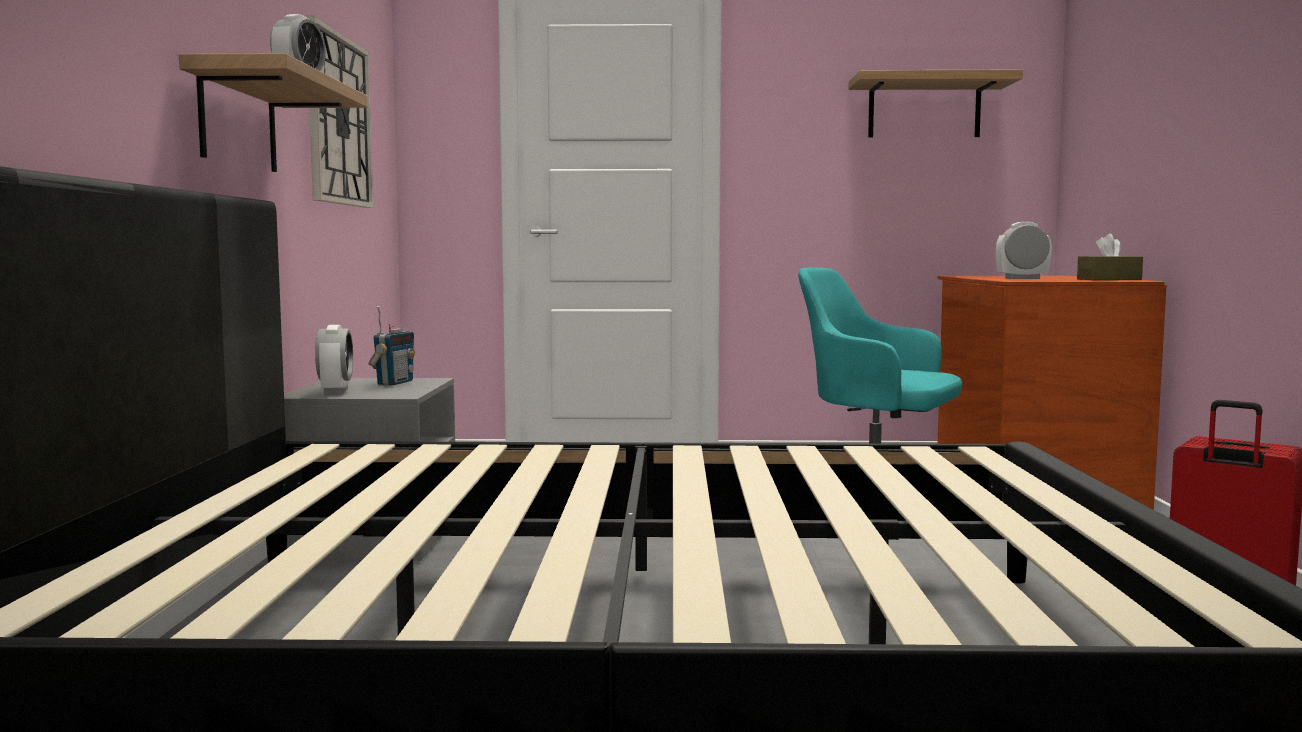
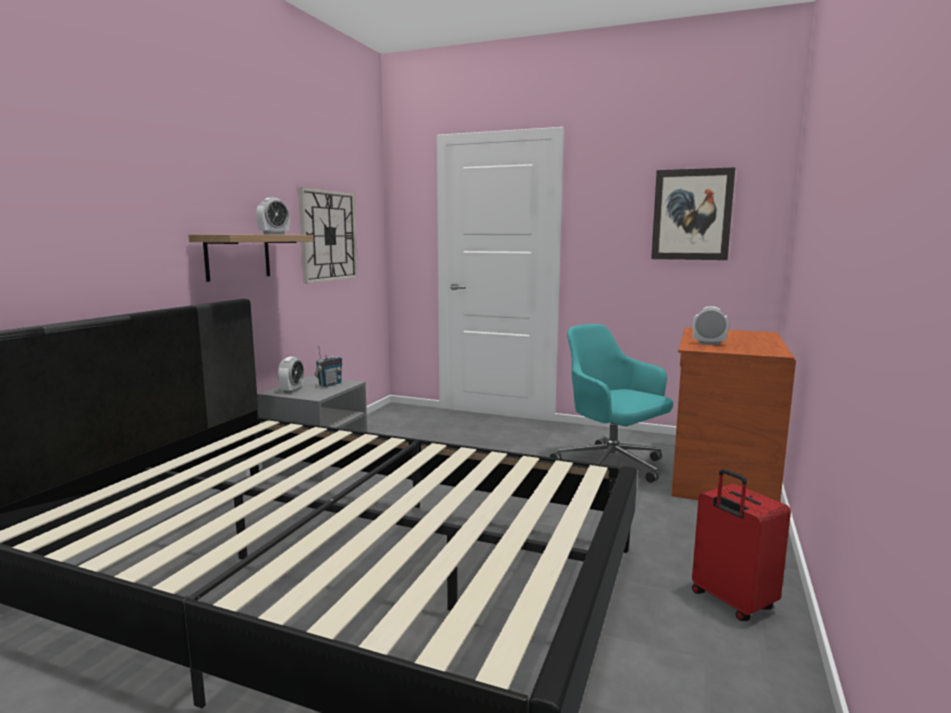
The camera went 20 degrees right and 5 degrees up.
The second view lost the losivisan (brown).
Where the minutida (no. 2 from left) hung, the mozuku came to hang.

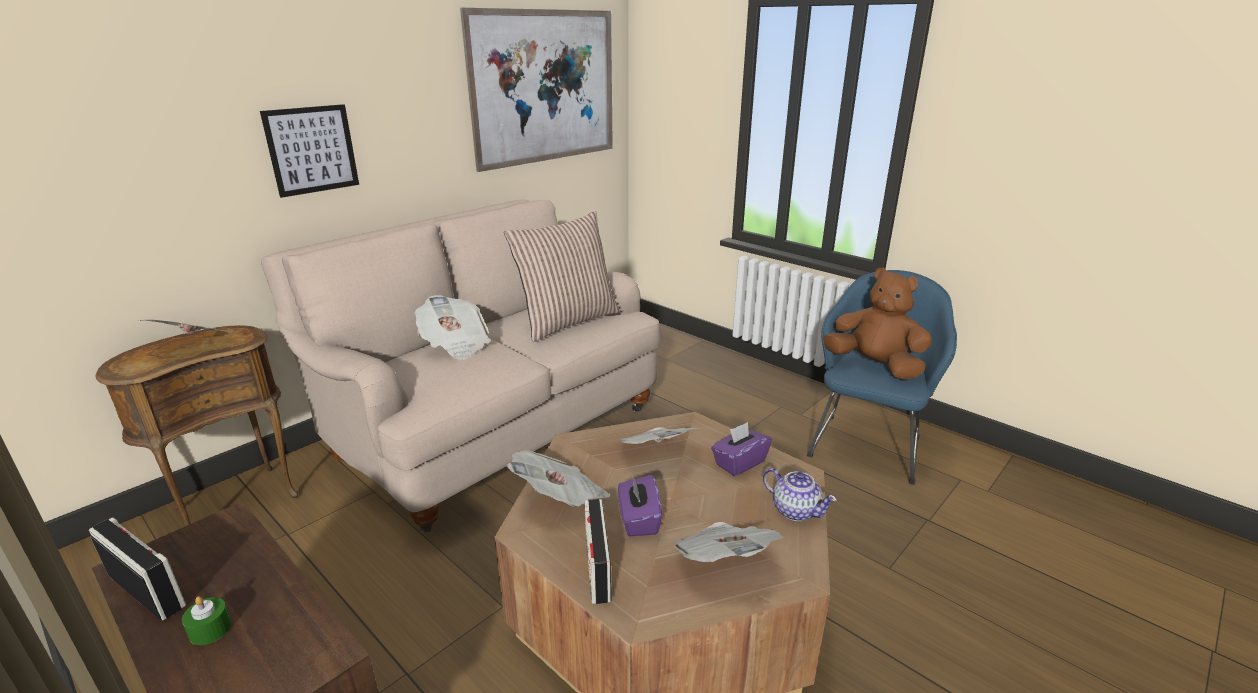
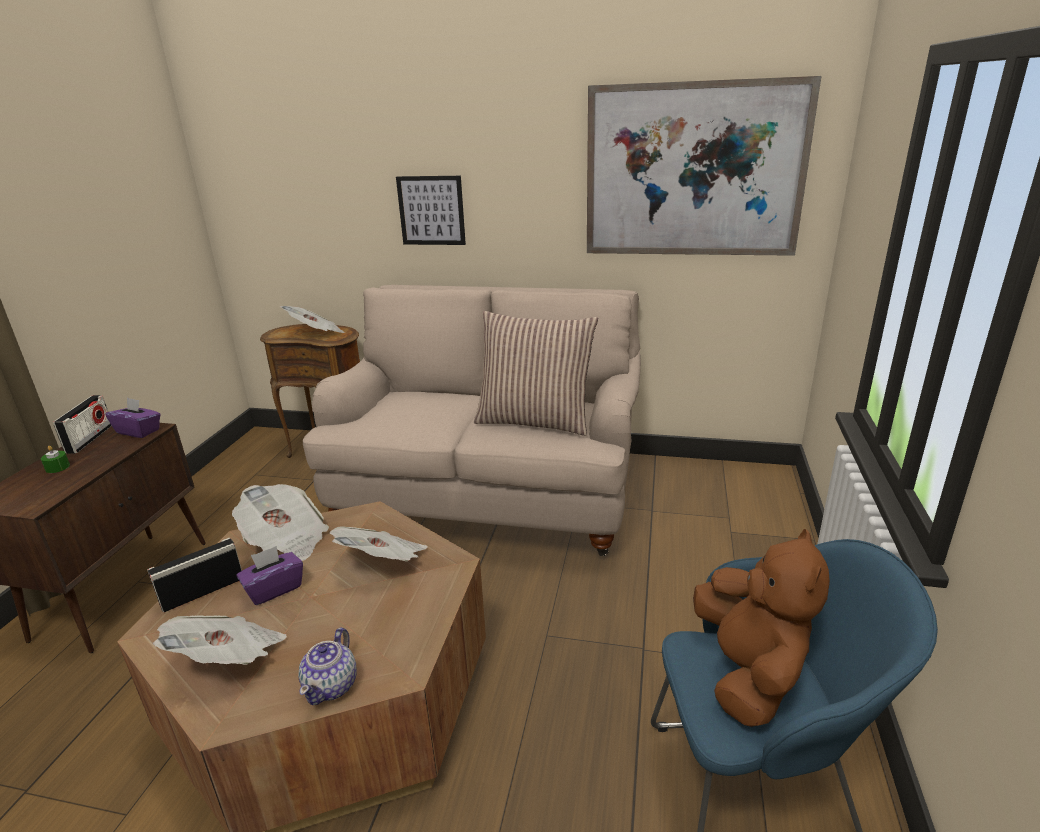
The camera went 60 degrees right and 0 degrees up.
The second view lost the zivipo (no. 2 from left).
The losivisan (purple) (no. 2 from left in the first image) ended up elsewhere.

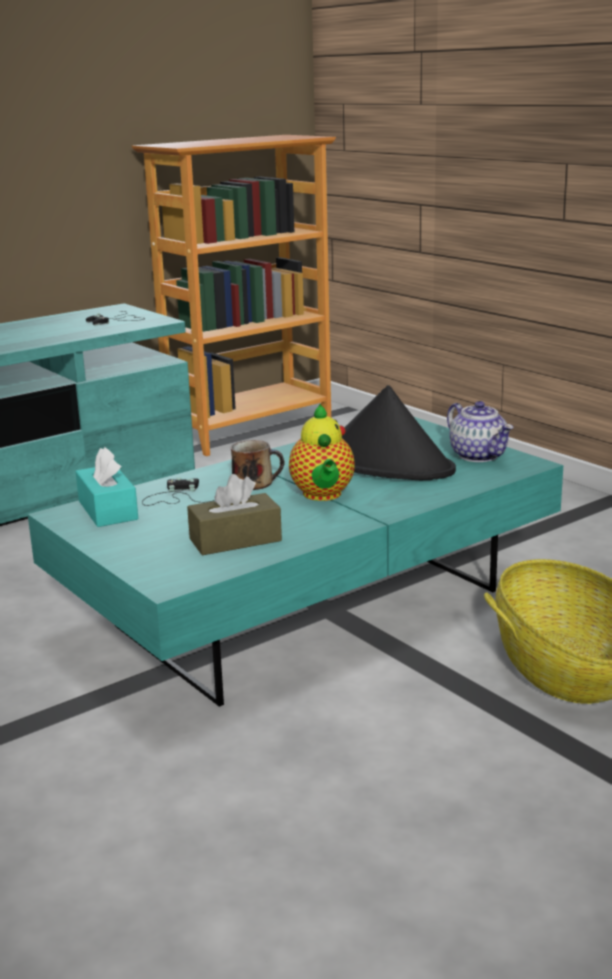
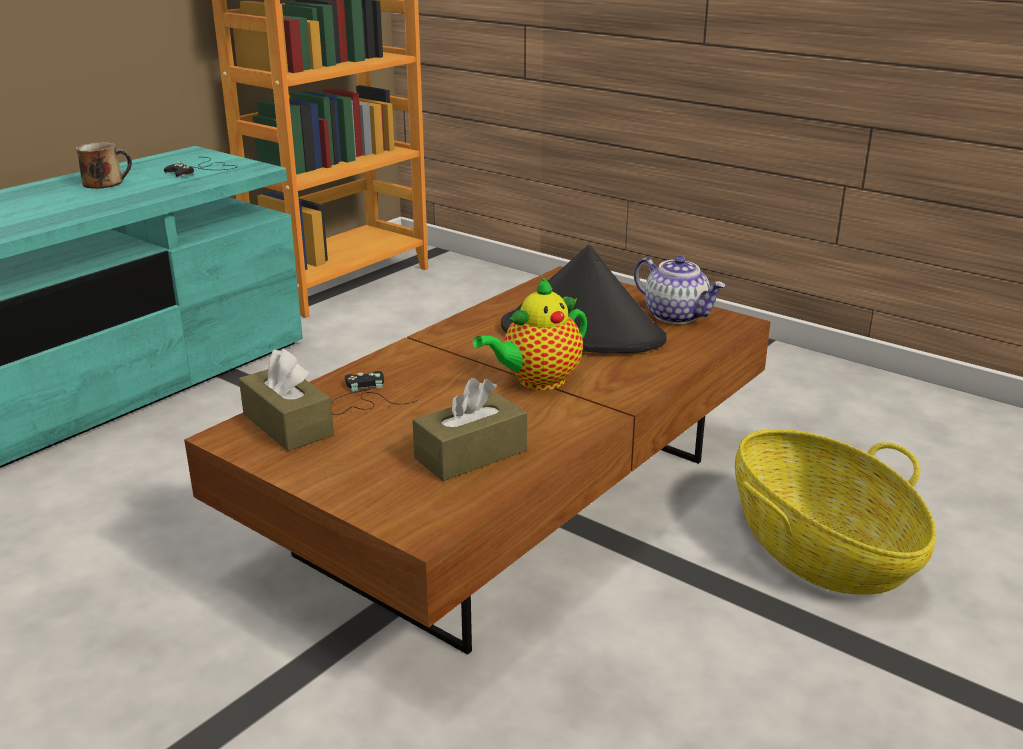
The camera went 15 degrees left and 5 degrees up.
The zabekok ended up elsewhere.
What was the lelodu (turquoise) turned into the lelodu (brown).
What was the losivisan (turquoise) turned into the losivisan (brown) (no. 1 from left).
The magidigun (no. 1 from left) ended up facing another way, 75 degrees clockwise from before.

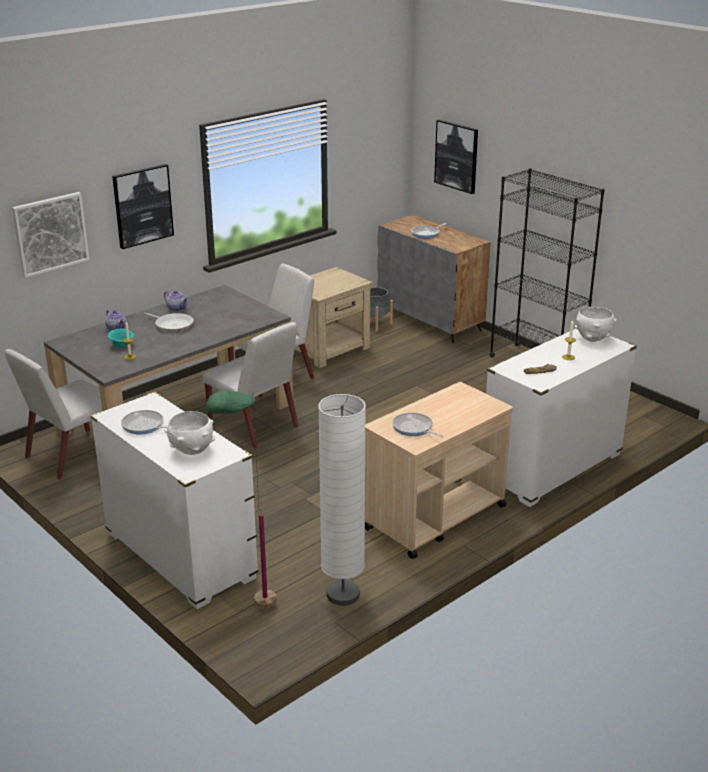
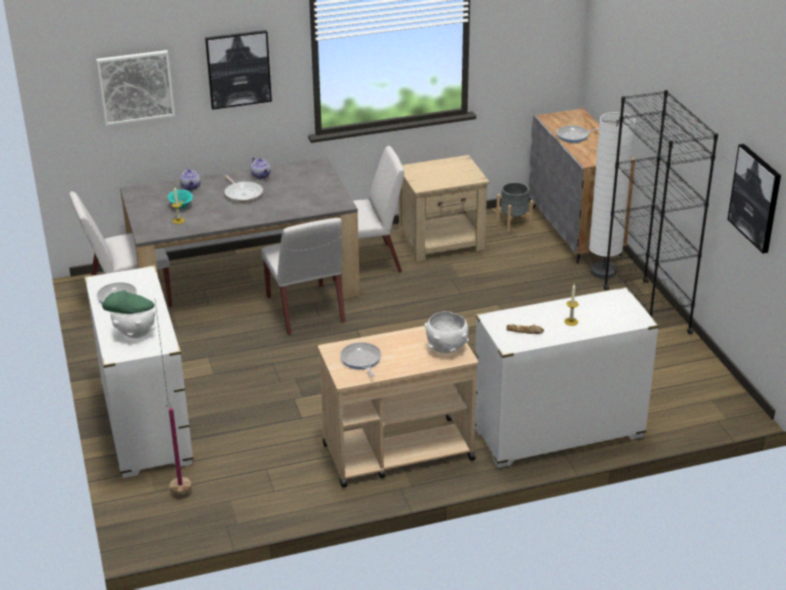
The camera went 25 degrees right and 5 degrees up.
The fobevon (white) ended up elsewhere.
The mozuku (no. 3 from left) ended up elsewhere.
The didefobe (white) (no. 2 from left) ended up elsewhere.

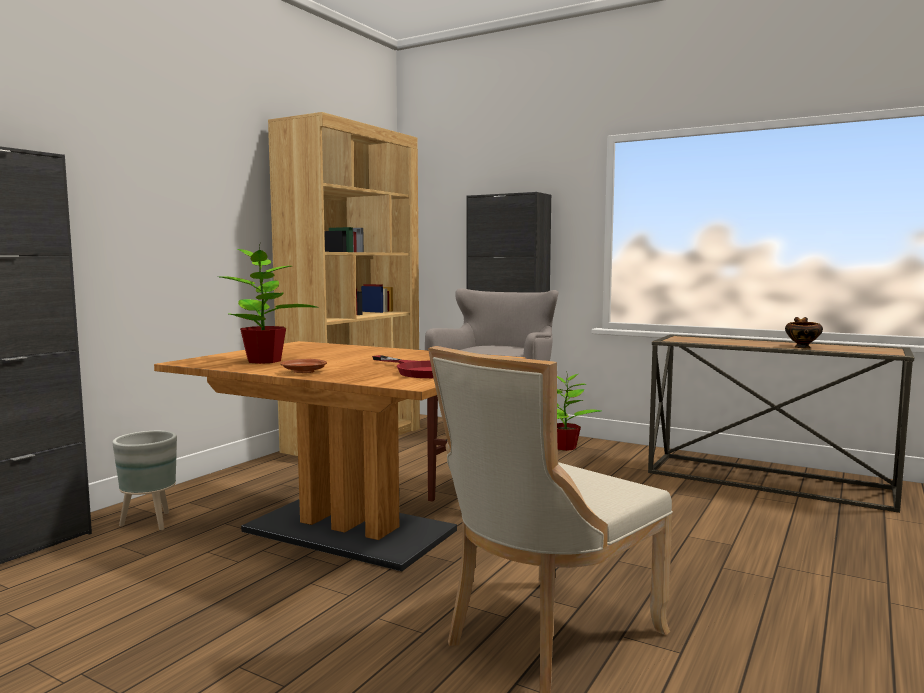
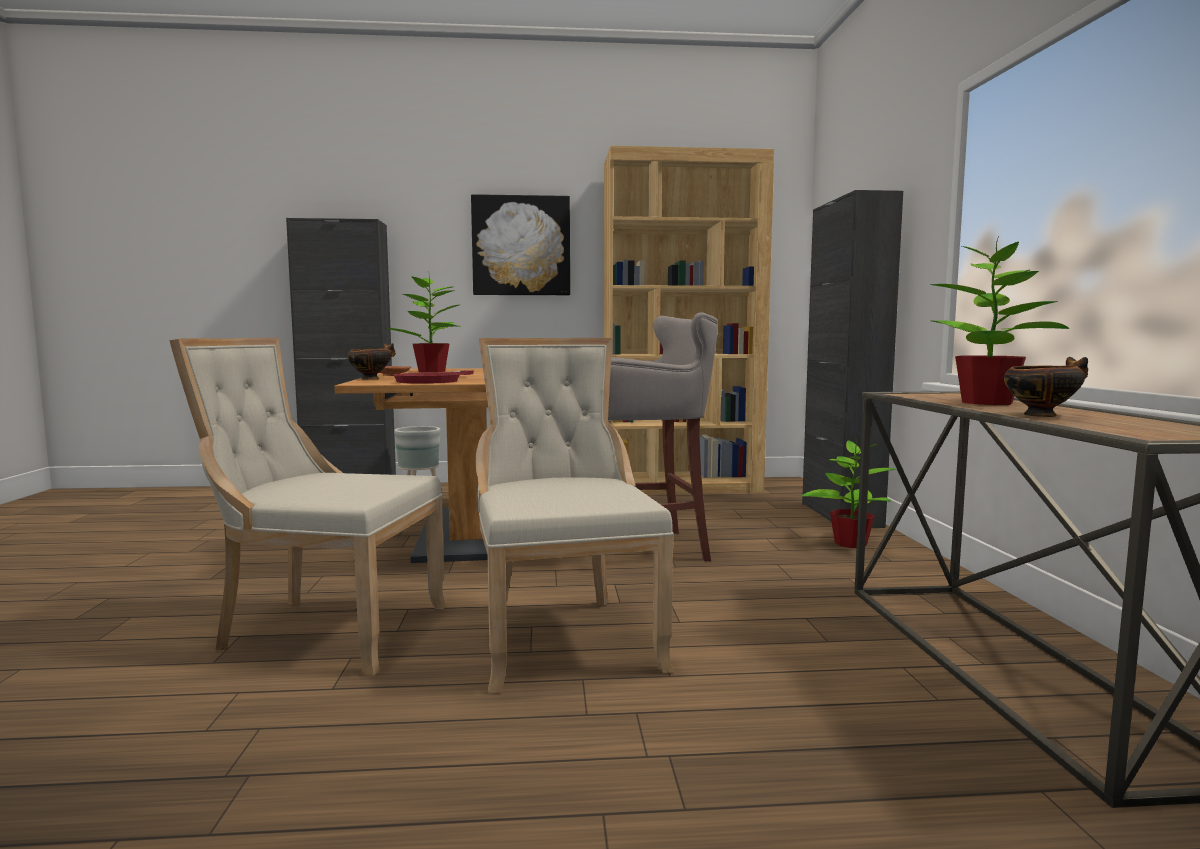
The camera went 55 degrees right and 0 degrees up.
The second view gained the didefobe (no. 1 from left).
The second view gained the mozuku.
The second view gained the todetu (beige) (no. 2 from left).
The second view gained the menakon (no. 3 from left).

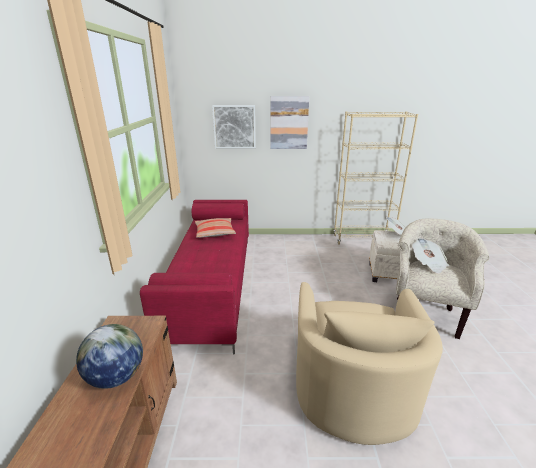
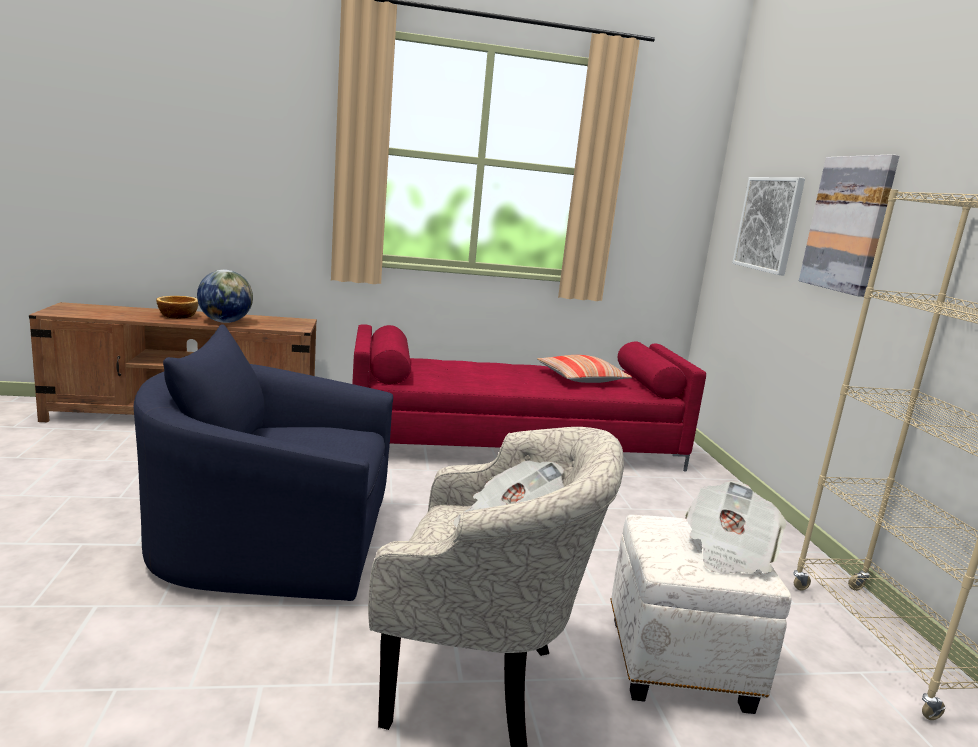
The camera went 80 degrees right and 10 degrees down.
The second view gained the didefobe.
What was the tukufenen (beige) (no. 1 from left) turned into the tukufenen (blue).

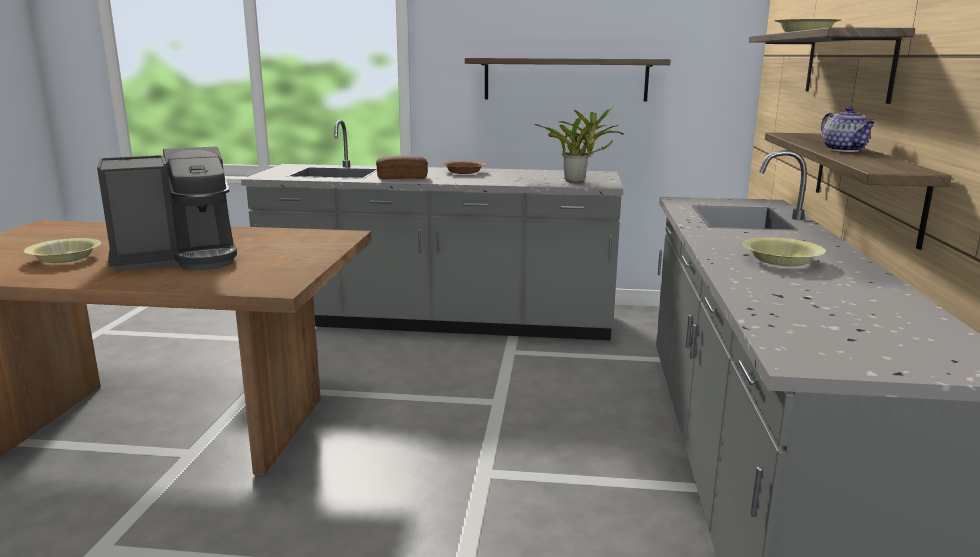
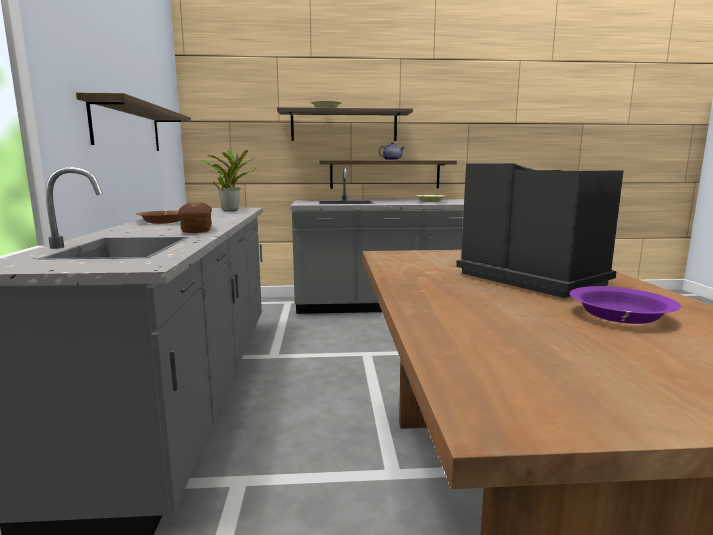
The camera went 100 degrees left and 5 degrees down.
What was the didefobe (yellow) (no. 1 from left) turned into the didefobe (purple).

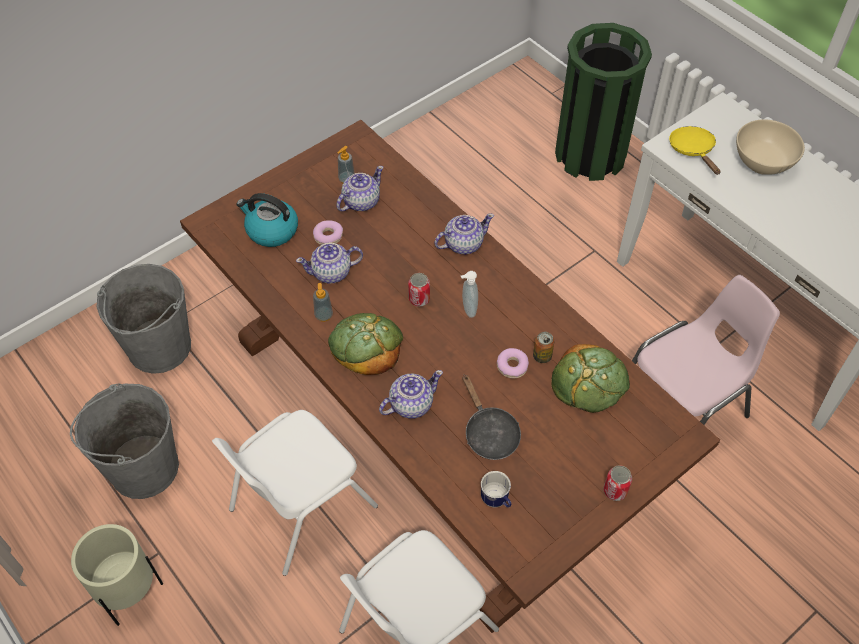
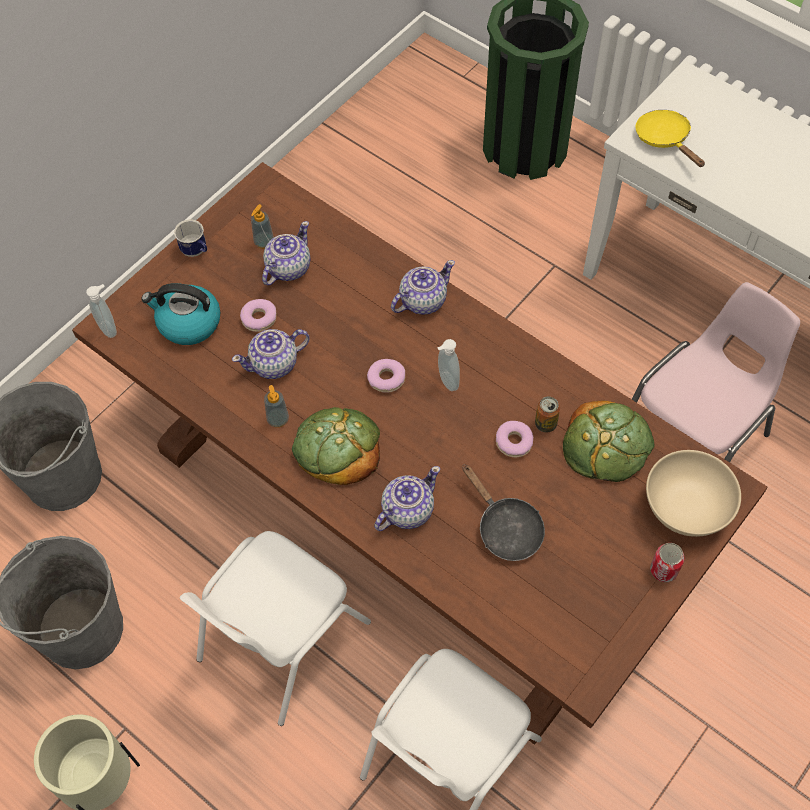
The camera went 10 degrees left and 5 degrees up.
The second view gained the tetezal (no. 1 from left).
The zabekok ended up elsewhere.
The didefobe (beige) ended up elsewhere.
Where the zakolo (no. 1 from left) stood, the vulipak (no. 2 from left) came to stand.

